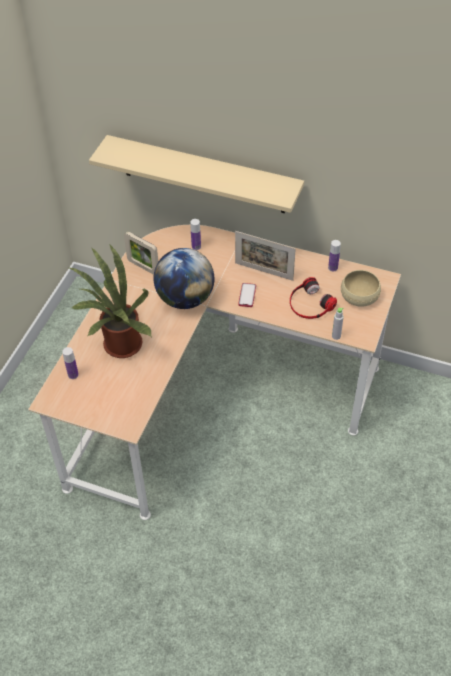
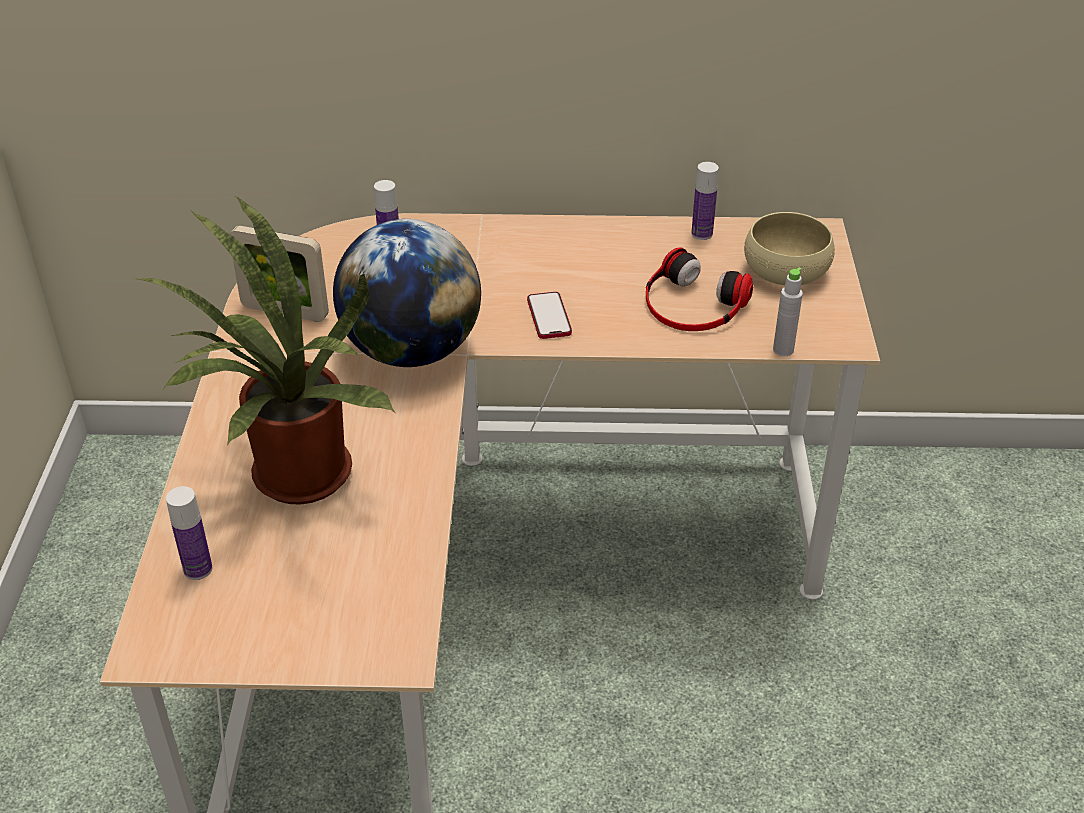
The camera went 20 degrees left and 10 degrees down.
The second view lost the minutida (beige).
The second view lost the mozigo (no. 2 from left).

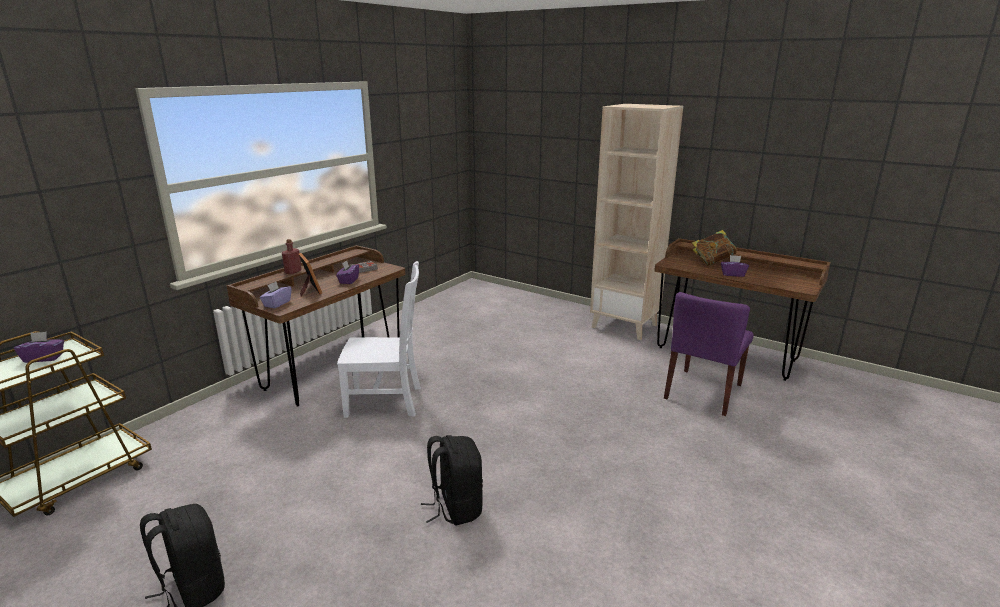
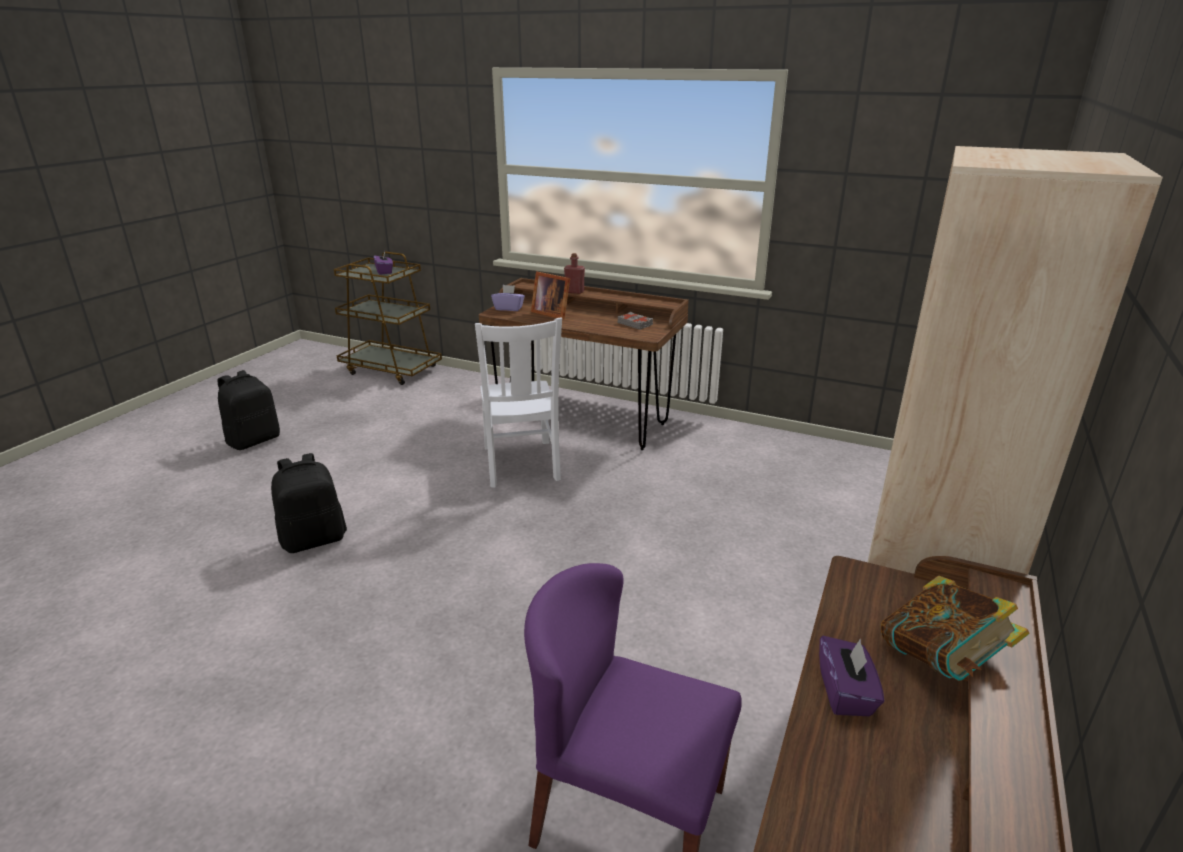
The camera went 80 degrees right and 5 degrees up.
The second view lost the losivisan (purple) (no. 3 from left).
The mozigo ended up facing another way, 75 degrees clockwise from before.

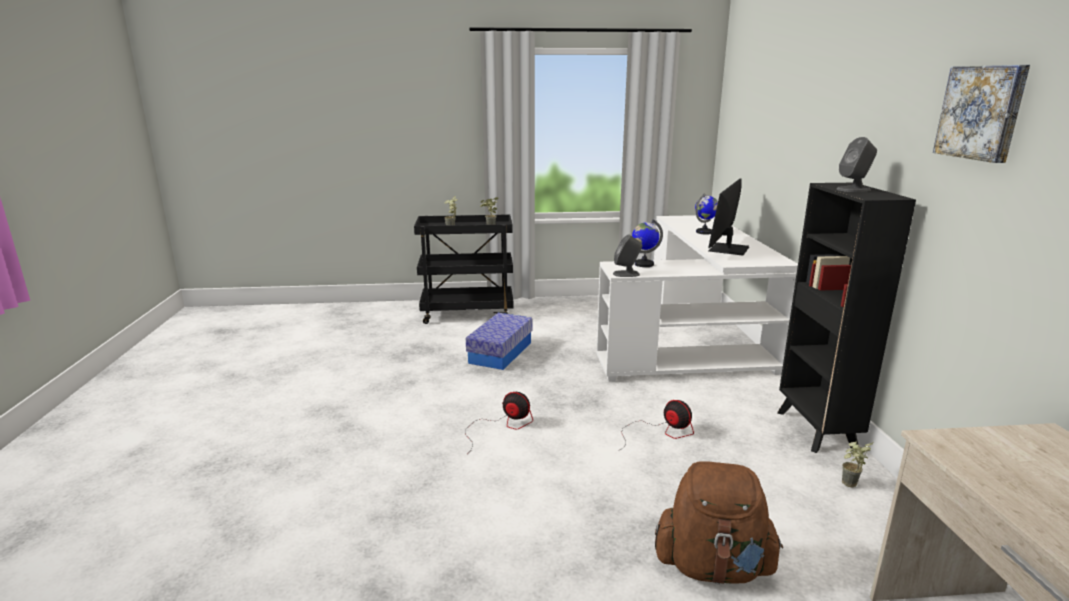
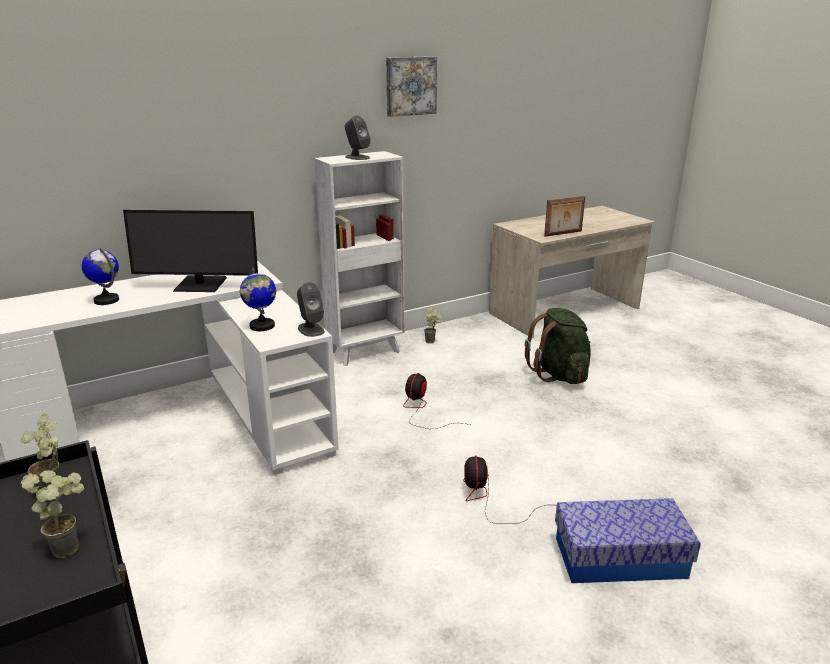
The camera went 115 degrees left and 5 degrees up.
The second view gained the mozigo.
The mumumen ended up elsewhere.
What was the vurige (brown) turned into the vurige (green).
What was the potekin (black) turned into the potekin (white).

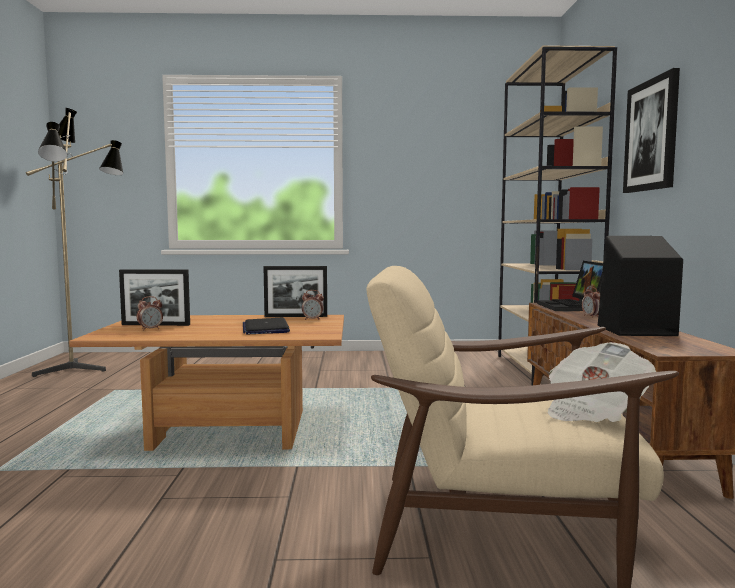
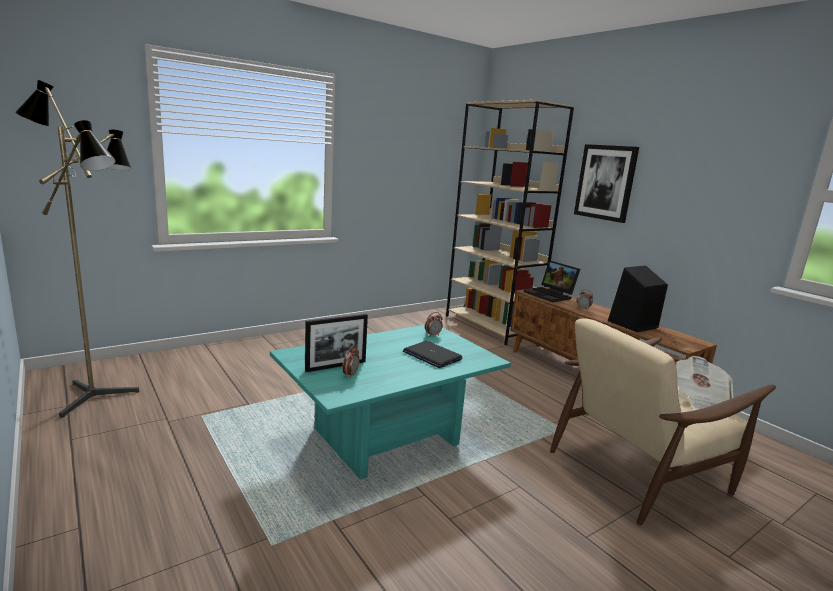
The camera went 35 degrees left and 10 degrees up.
The second view lost the mozigo (no. 2 from left).
What was the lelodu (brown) turned into the lelodu (turquoise).

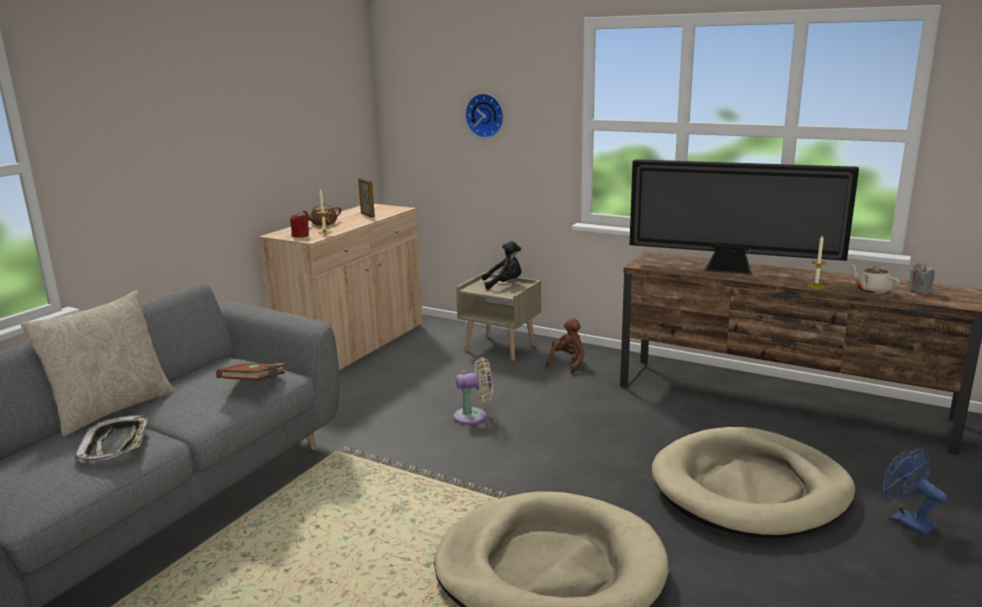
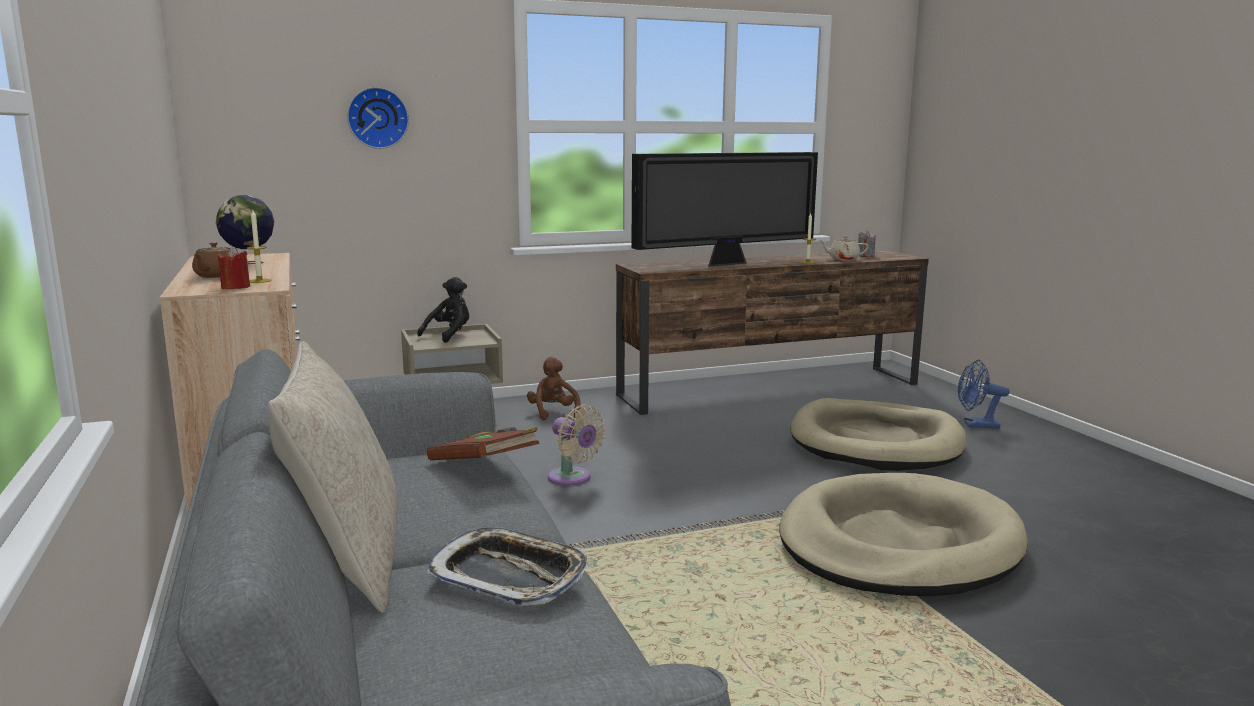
The camera went 50 degrees left and 5 degrees down.
Where the mozigo stood, the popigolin came to stand.
The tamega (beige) ended up facing another way, 105 degrees clockwise from before.

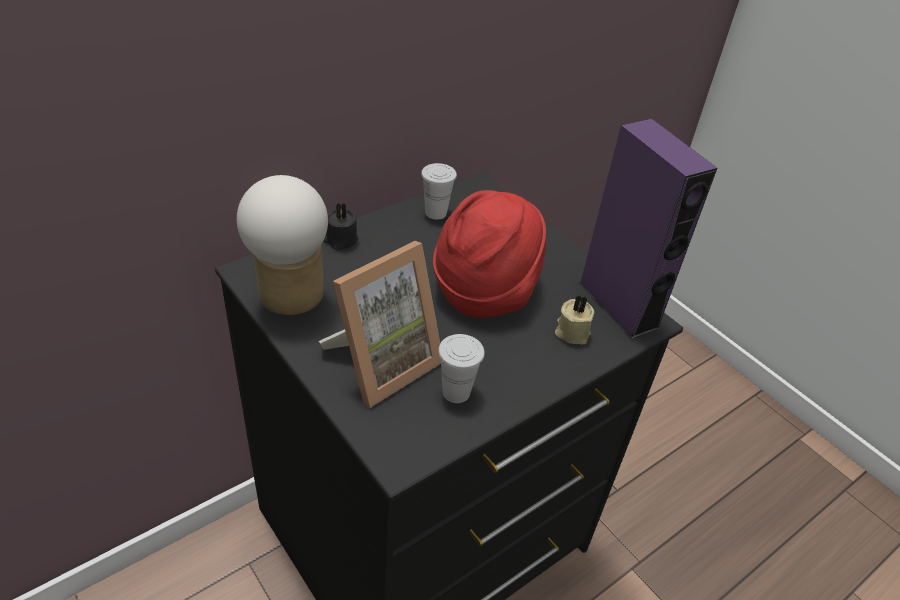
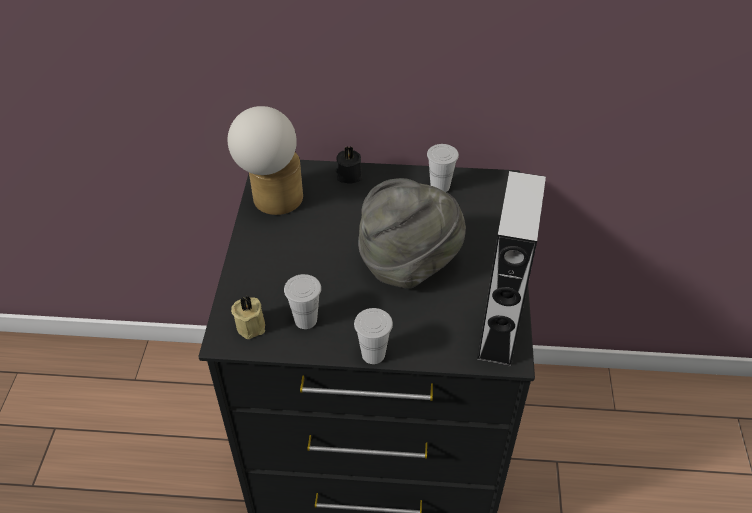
The camera went 45 degrees right and 5 degrees up.
The second view lost the mozigo.
The second view gained the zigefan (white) (no. 2 from left).
The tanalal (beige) ended up elsewhere.
What was the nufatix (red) turned into the nufatix (grey).
What was the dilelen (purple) turned into the dilelen (grey).

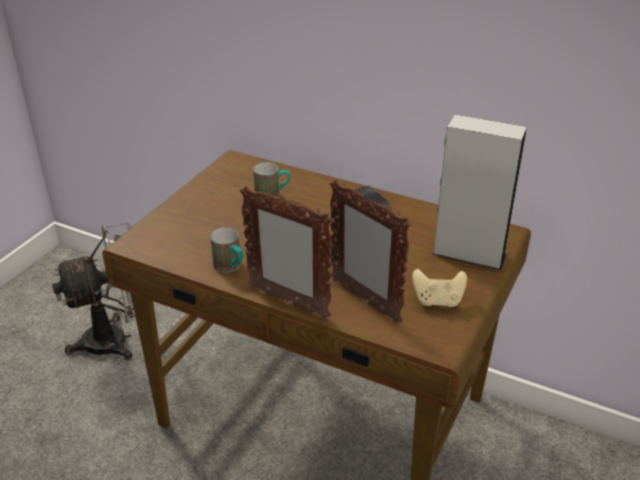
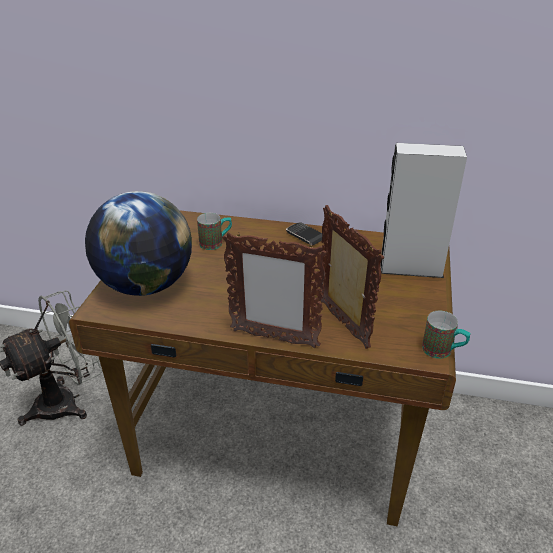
The camera went 15 degrees left and 0 degrees up.
The second view lost the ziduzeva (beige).
The second view gained the popigolin.
The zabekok (no. 1 from left in the first image) ended up elsewhere.
The mozigo (no. 2 from left) ended up facing another way, 150 degrees counterclockwise from before.

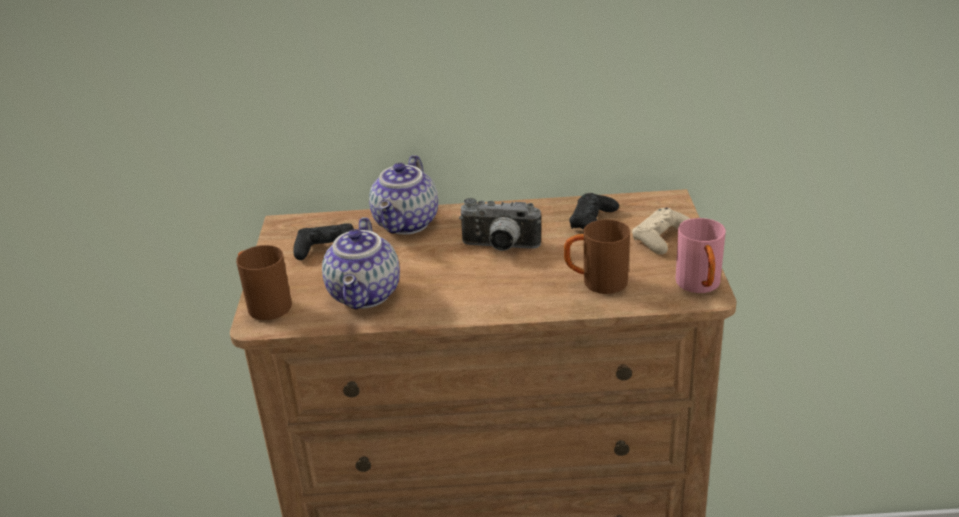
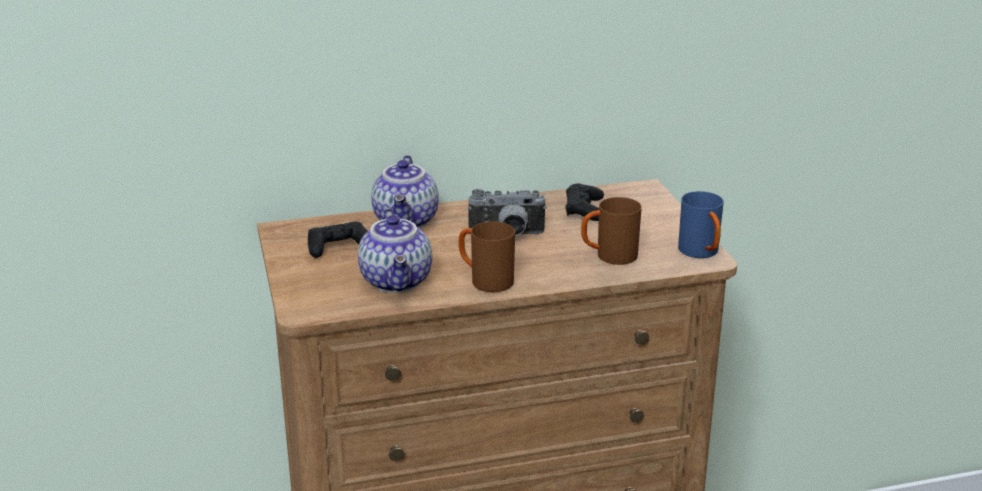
The camera went 15 degrees left and 5 degrees down.
The second view lost the ziduzeva (beige).
The zabekok (brown) (no. 1 from left) ended up elsewhere.
What was the zabekok (pink) turned into the zabekok (blue).

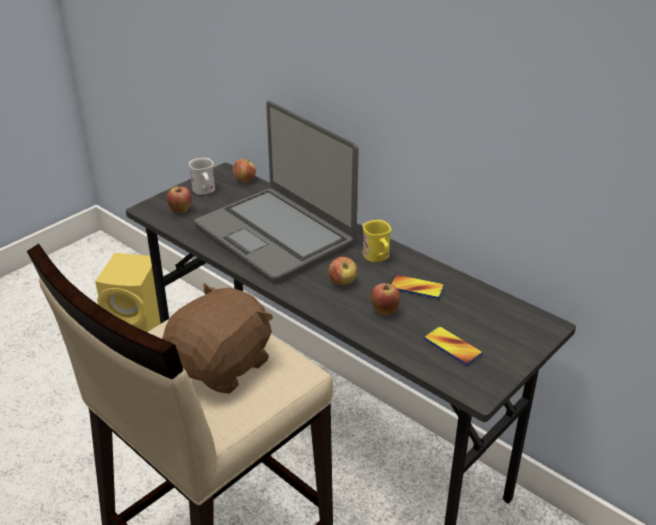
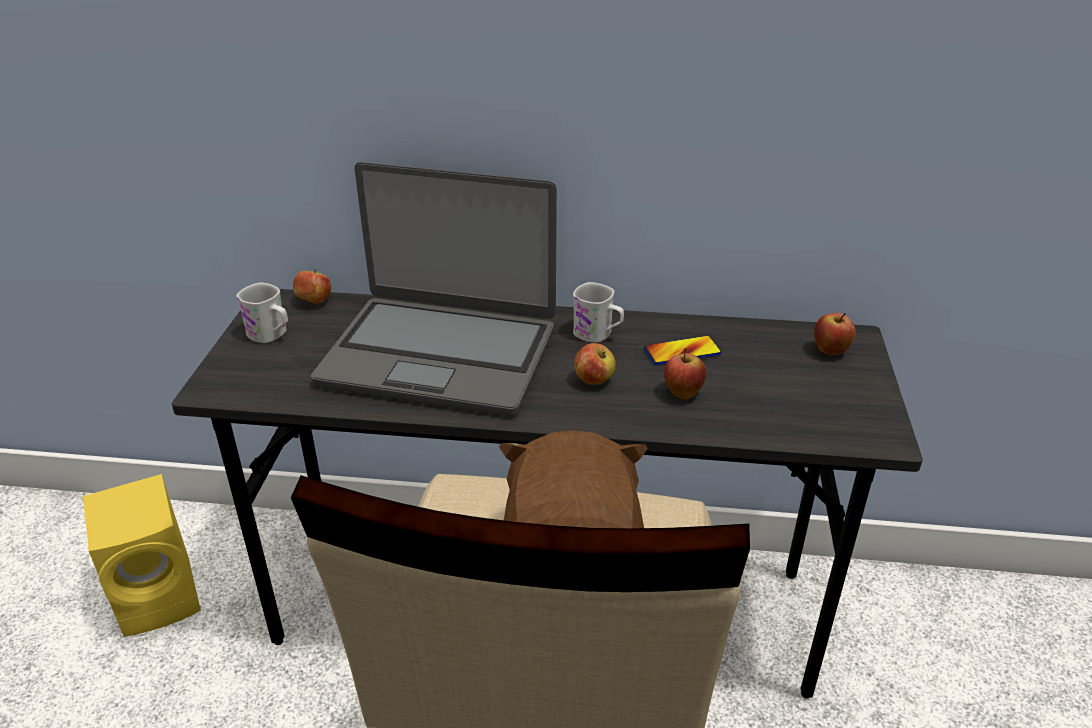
The camera went 35 degrees left and 0 degrees up.
The second view lost the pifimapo (no. 2 from left).
The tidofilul (no. 1 from left in the first image) ended up elsewhere.
What was the zabekok (yellow) turned into the zabekok (white) (no. 2 from left).

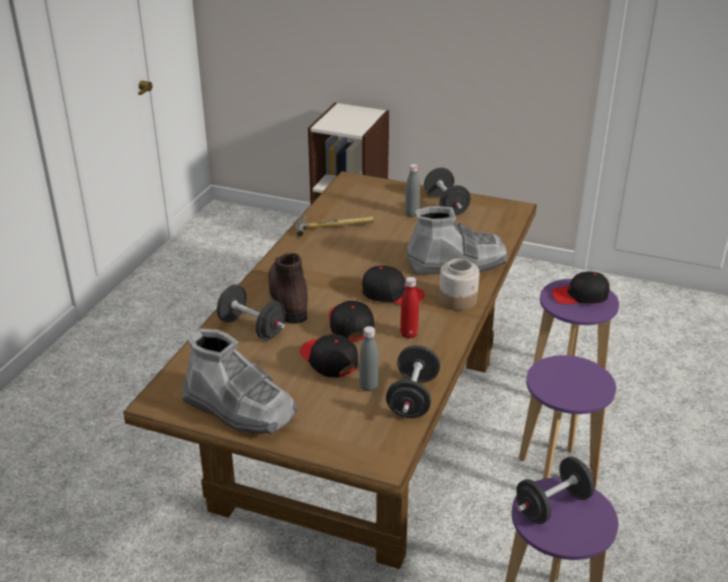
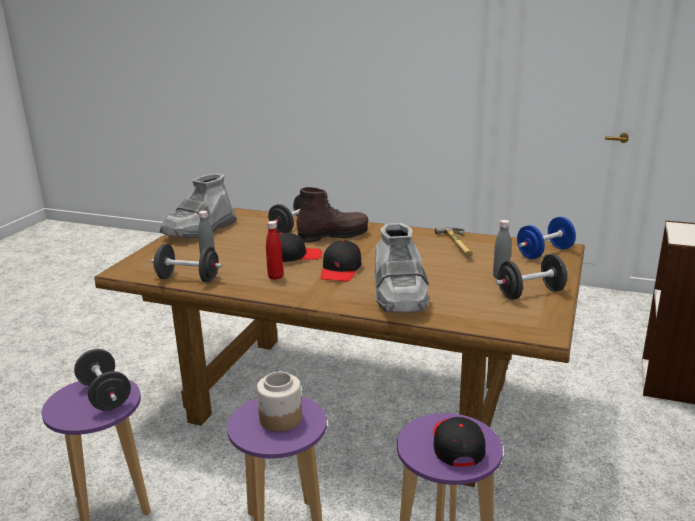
The camera went 90 degrees right and 10 degrees down.
The second view lost the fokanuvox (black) (no. 1 from left).
The second view gained the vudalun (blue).
The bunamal ended up elsewhere.

